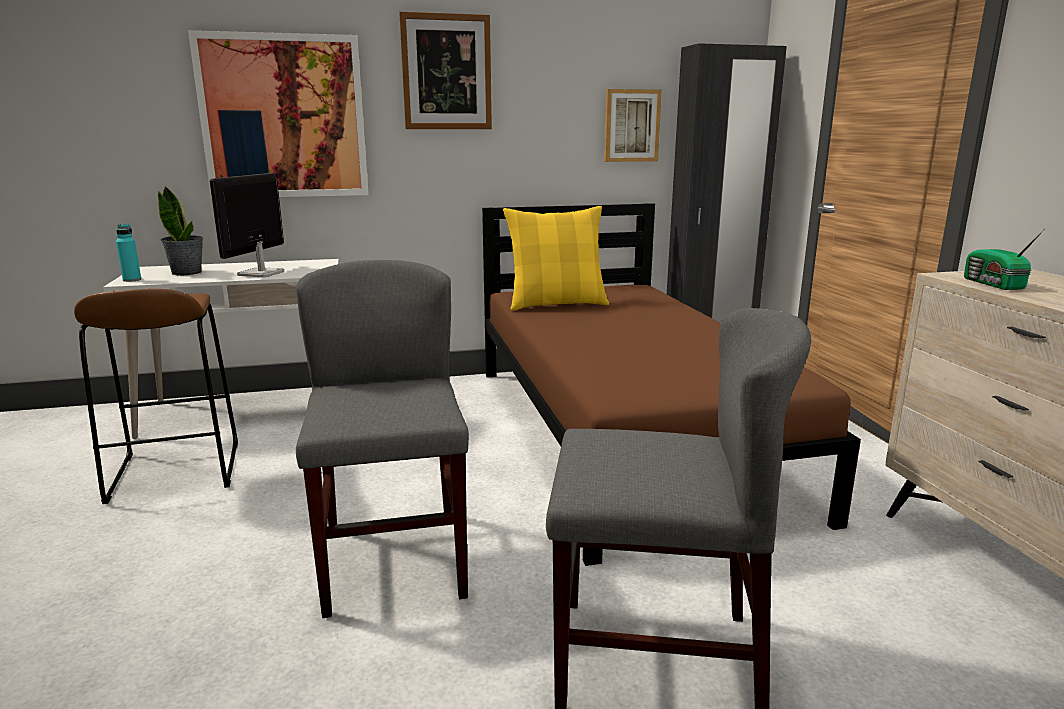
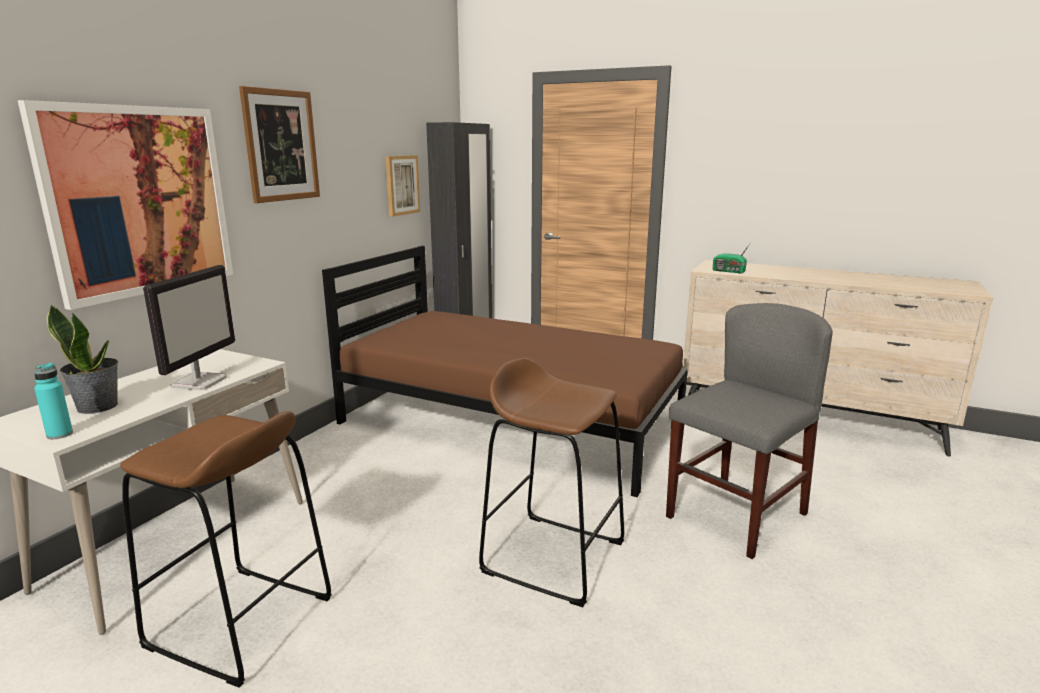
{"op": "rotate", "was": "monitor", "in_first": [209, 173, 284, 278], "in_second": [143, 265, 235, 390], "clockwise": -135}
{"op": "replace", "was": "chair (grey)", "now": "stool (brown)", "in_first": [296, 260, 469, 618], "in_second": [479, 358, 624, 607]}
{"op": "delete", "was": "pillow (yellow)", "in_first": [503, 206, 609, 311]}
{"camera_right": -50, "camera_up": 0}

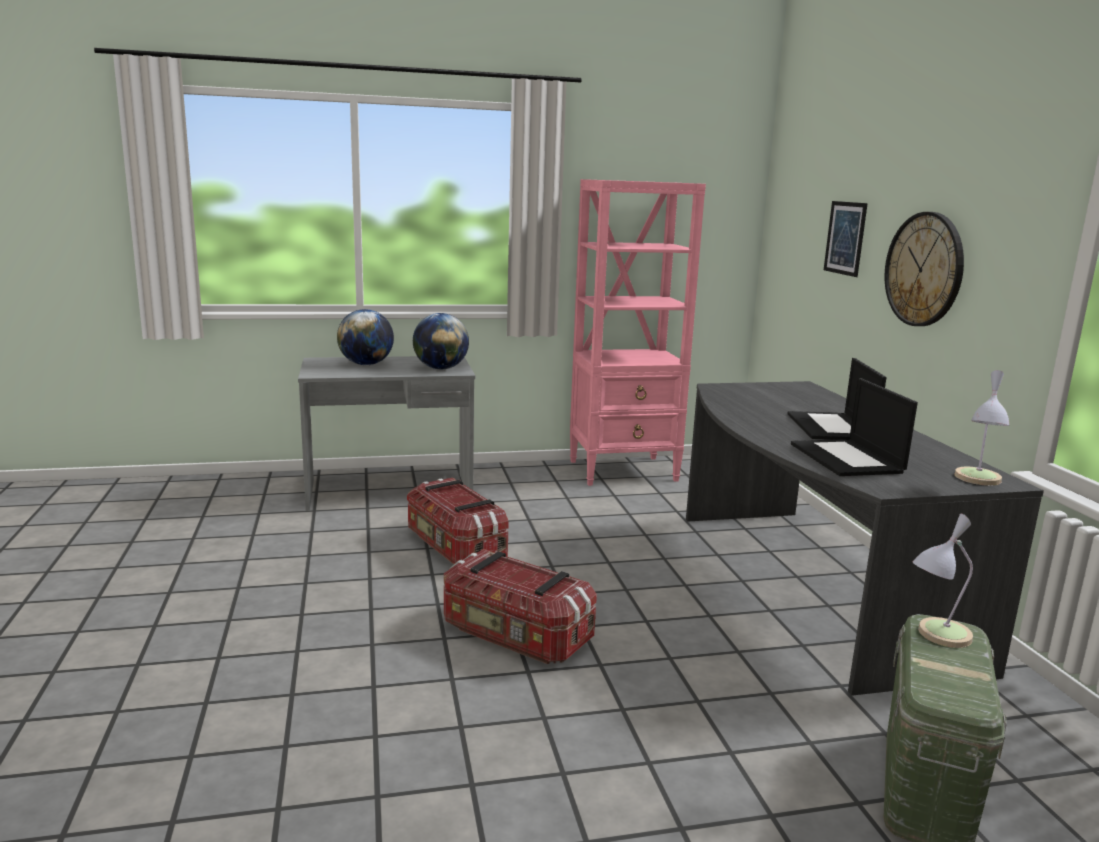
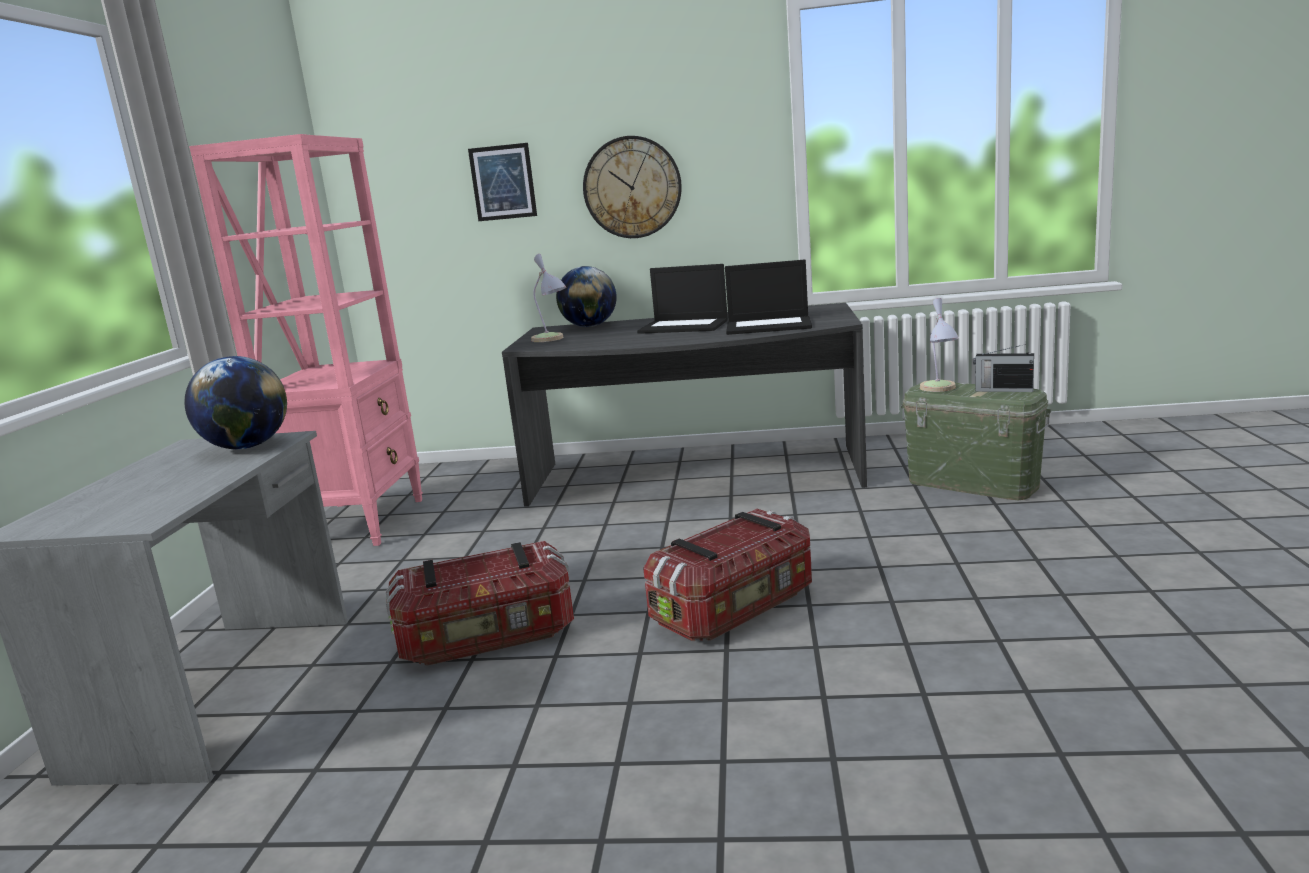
{"op": "move", "was": "globe", "in_first": [337, 309, 394, 365], "in_second": [556, 266, 617, 327]}
{"op": "move", "was": "table lamp", "in_first": [954, 370, 1009, 486], "in_second": [531, 254, 566, 342]}
{"op": "insert", "now": "radio", "in_second": [973, 344, 1034, 392]}
{"camera_right": -70, "camera_up": 0}

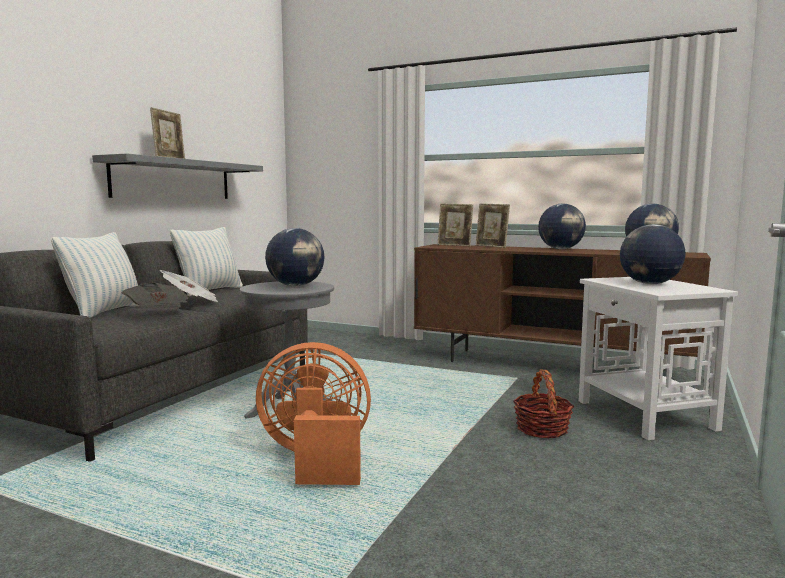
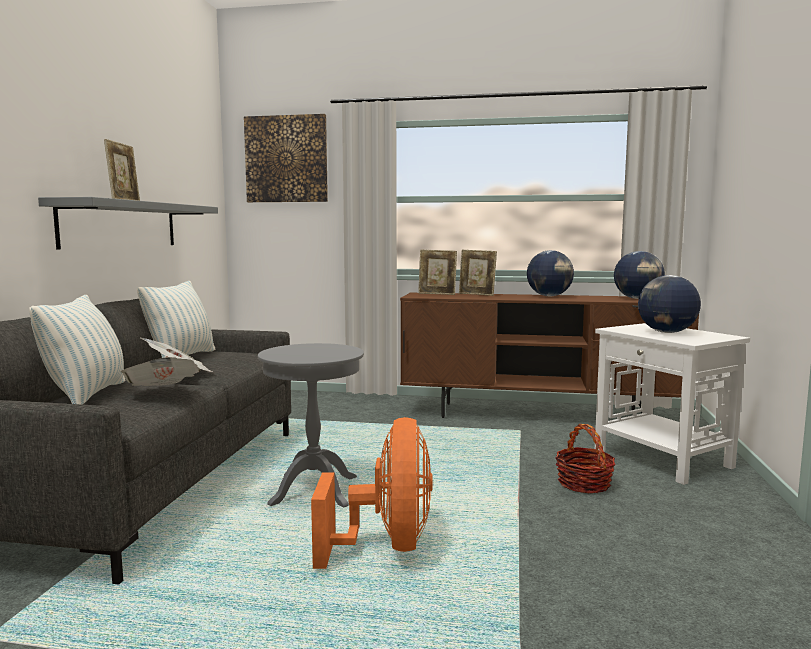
{"op": "rotate", "was": "fan (orange)", "in_first": [256, 342, 371, 485], "in_second": [311, 417, 432, 569], "clockwise": 105}
{"op": "delete", "was": "globe", "in_first": [265, 228, 324, 286]}
{"op": "insert", "now": "picture", "in_second": [244, 114, 328, 202]}
{"camera_right": -15, "camera_up": 0}

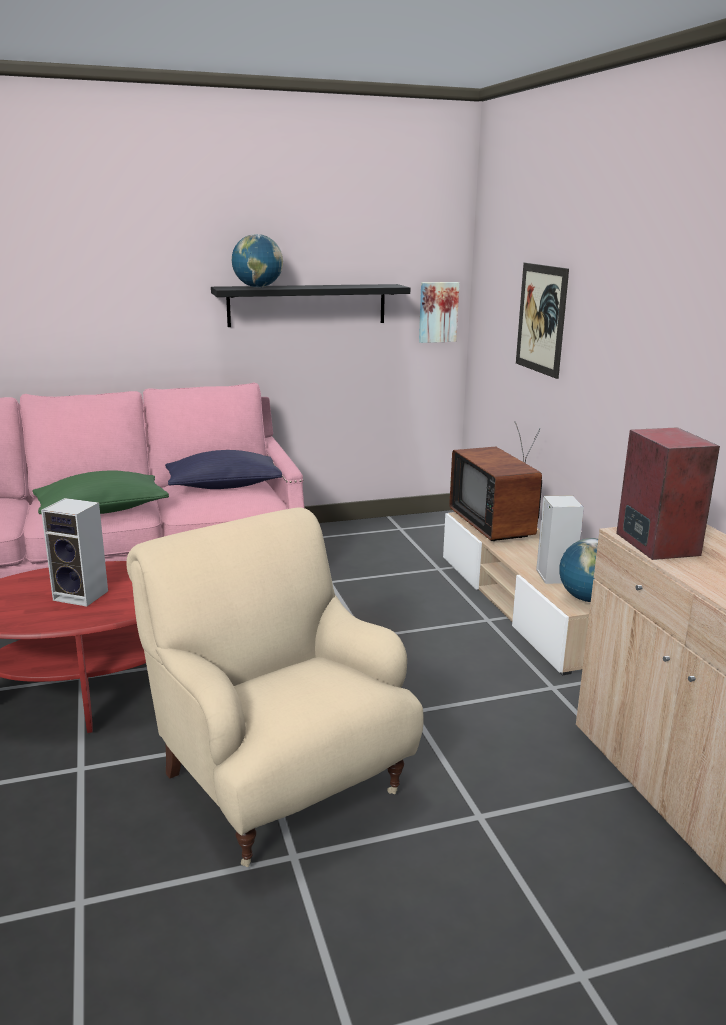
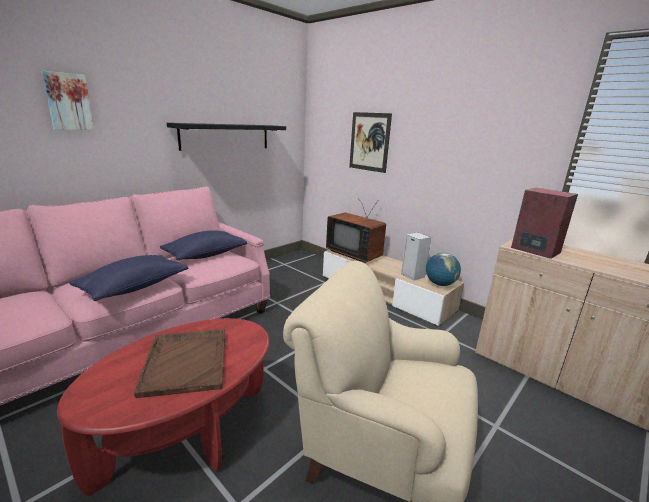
{"op": "recolor", "was": "pillow (green)", "now": "pillow (blue)", "in_first": [32, 470, 169, 514], "in_second": [69, 255, 189, 301]}
{"op": "replace", "was": "speaker", "now": "tray (brown)", "in_first": [41, 498, 108, 607], "in_second": [134, 329, 225, 398]}
{"op": "delete", "was": "globe", "in_first": [232, 234, 283, 288]}
{"op": "move", "was": "picture", "in_first": [419, 282, 459, 343], "in_second": [42, 71, 94, 130]}
{"camera_right": -30, "camera_up": 0}

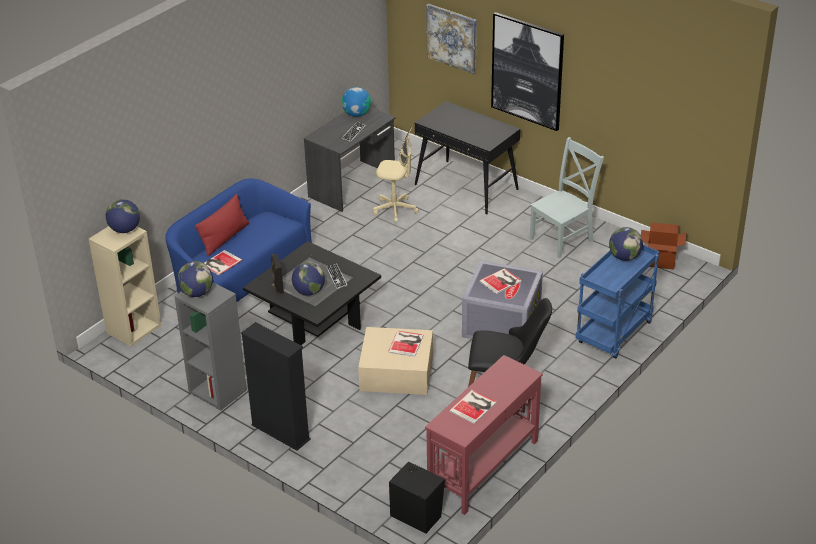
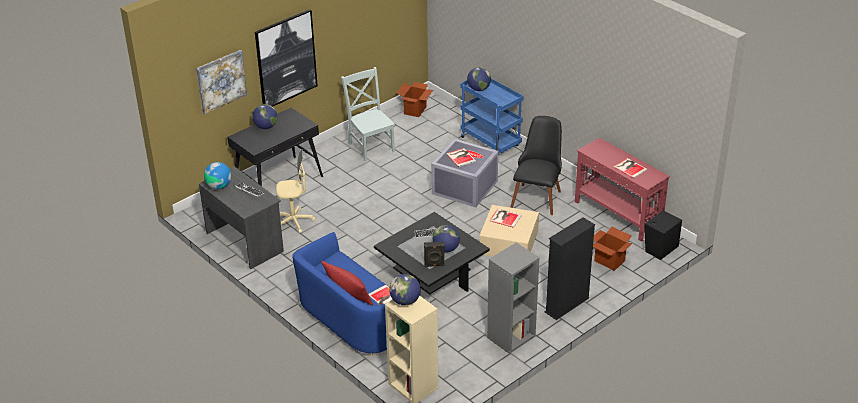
{"op": "move", "was": "globe", "in_first": [177, 261, 213, 297], "in_second": [252, 104, 277, 129]}
{"op": "rotate", "was": "office chair (beige)", "in_first": [373, 127, 419, 223], "in_second": [276, 149, 315, 234], "clockwise": 60}
{"op": "insert", "now": "cardboard box", "in_second": [593, 227, 633, 271]}
{"camera_right": -80, "camera_up": 0}

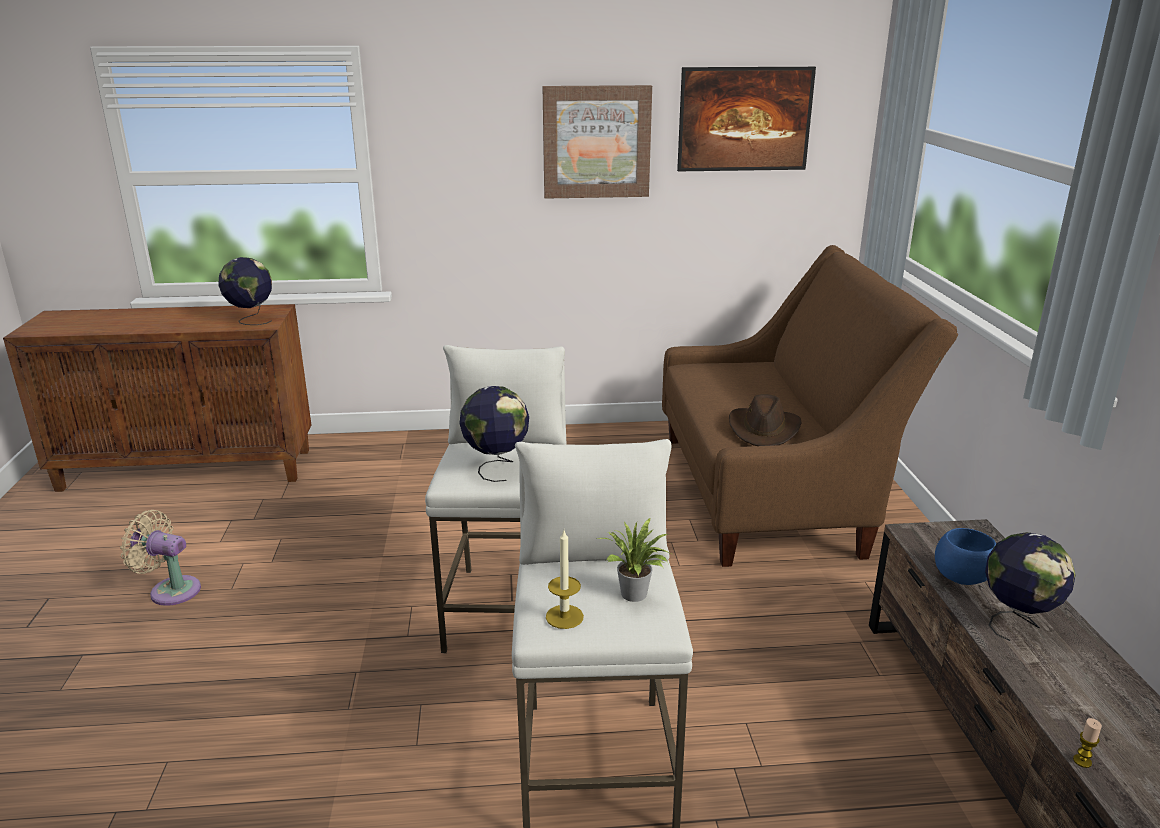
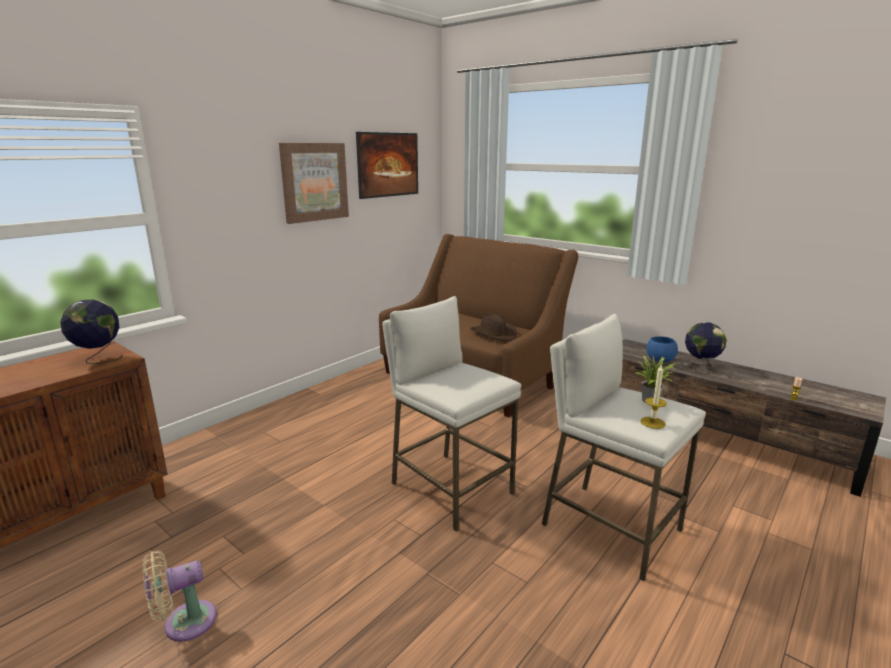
{"op": "delete", "was": "globe", "in_first": [459, 386, 529, 482]}
{"camera_right": -45, "camera_up": -5}

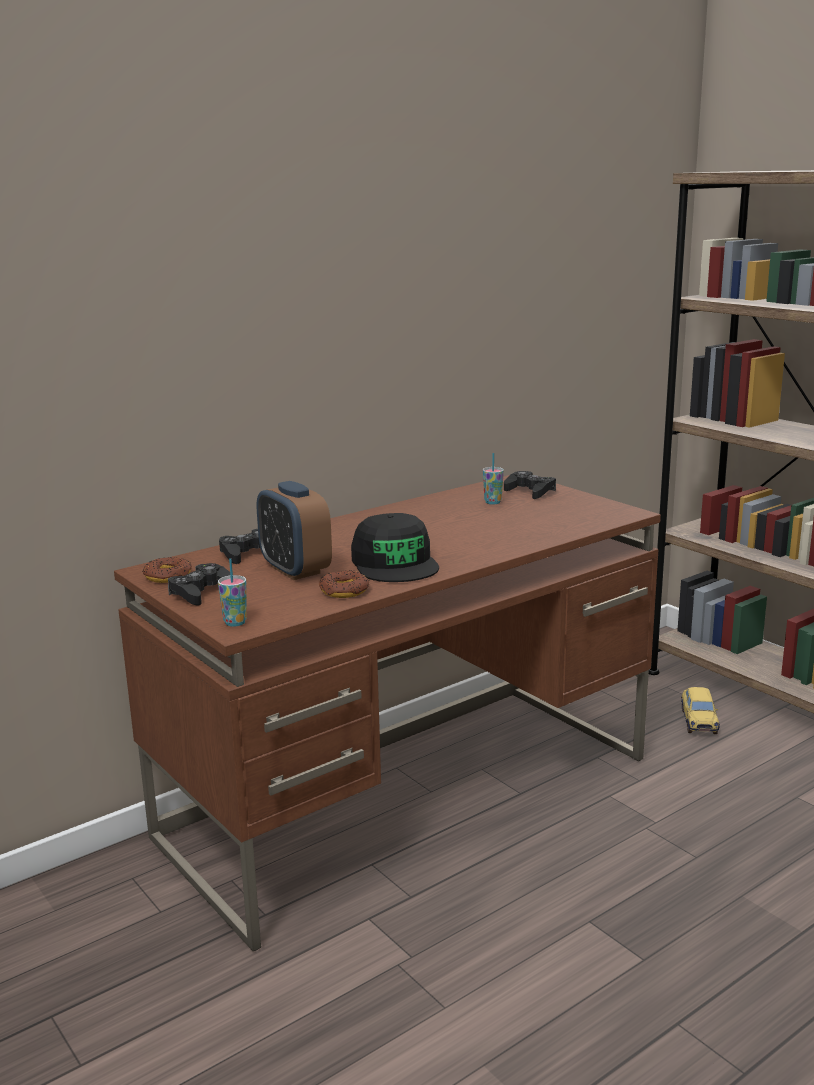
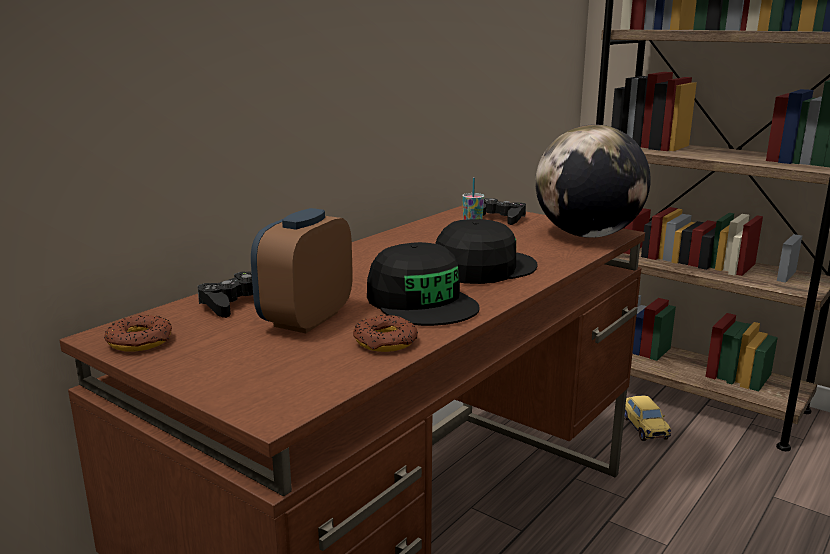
{"op": "delete", "was": "game controller (black)", "in_first": [168, 563, 230, 606]}
{"op": "delete", "was": "cup", "in_first": [218, 558, 247, 627]}
{"op": "rotate", "was": "alarm clock", "in_first": [256, 481, 332, 580], "in_second": [251, 208, 353, 333], "clockwise": 75}
{"op": "insert", "now": "cap (black)", "in_second": [435, 219, 538, 284]}
{"op": "insert", "now": "globe", "in_second": [535, 125, 651, 238]}
{"camera_right": -15, "camera_up": 0}

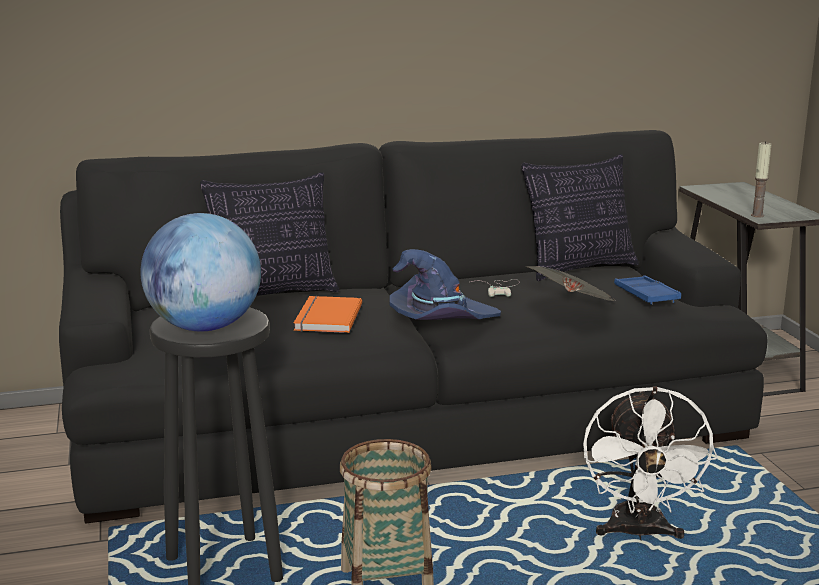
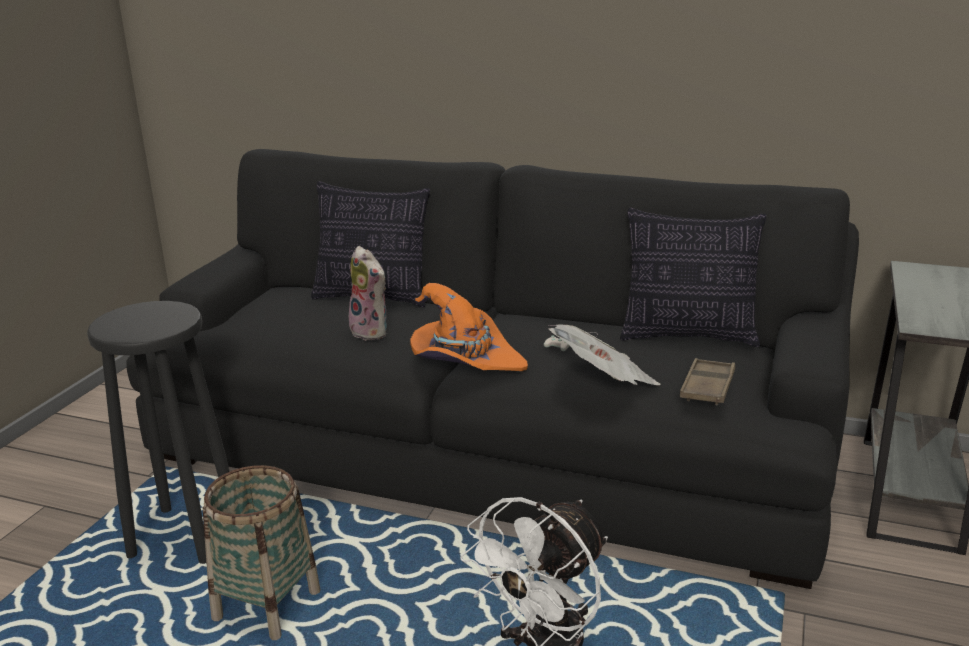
{"op": "delete", "was": "globe", "in_first": [140, 213, 261, 332]}
{"op": "replace", "was": "book (orange)", "now": "plush toy", "in_first": [294, 296, 362, 333], "in_second": [349, 246, 387, 341]}
{"op": "recolor", "was": "hat (blue)", "now": "hat (orange)", "in_first": [389, 249, 501, 320], "in_second": [410, 283, 528, 371]}
{"op": "recolor", "was": "tray (blue)", "now": "tray (brown)", "in_first": [614, 275, 681, 305], "in_second": [680, 358, 735, 405]}
{"op": "delete", "was": "candle", "in_first": [751, 141, 771, 218]}
{"camera_right": 35, "camera_up": 5}

